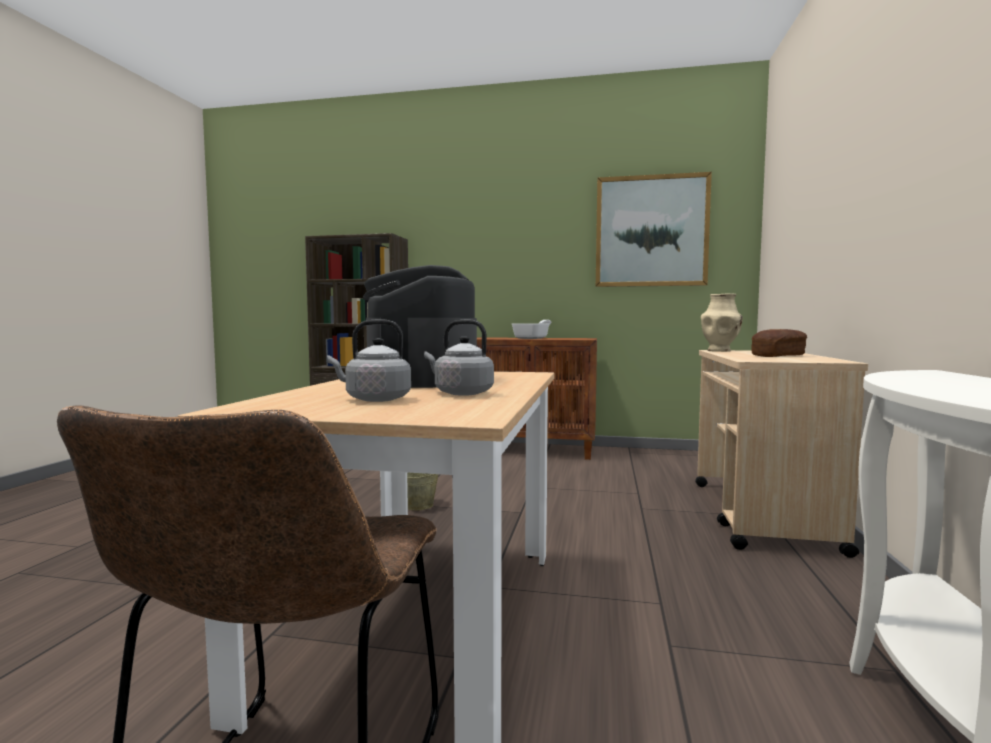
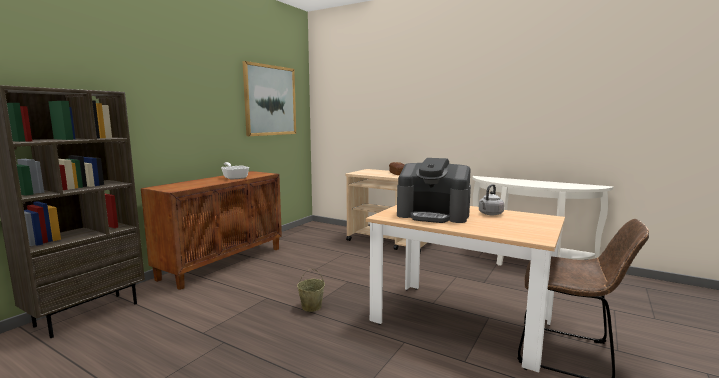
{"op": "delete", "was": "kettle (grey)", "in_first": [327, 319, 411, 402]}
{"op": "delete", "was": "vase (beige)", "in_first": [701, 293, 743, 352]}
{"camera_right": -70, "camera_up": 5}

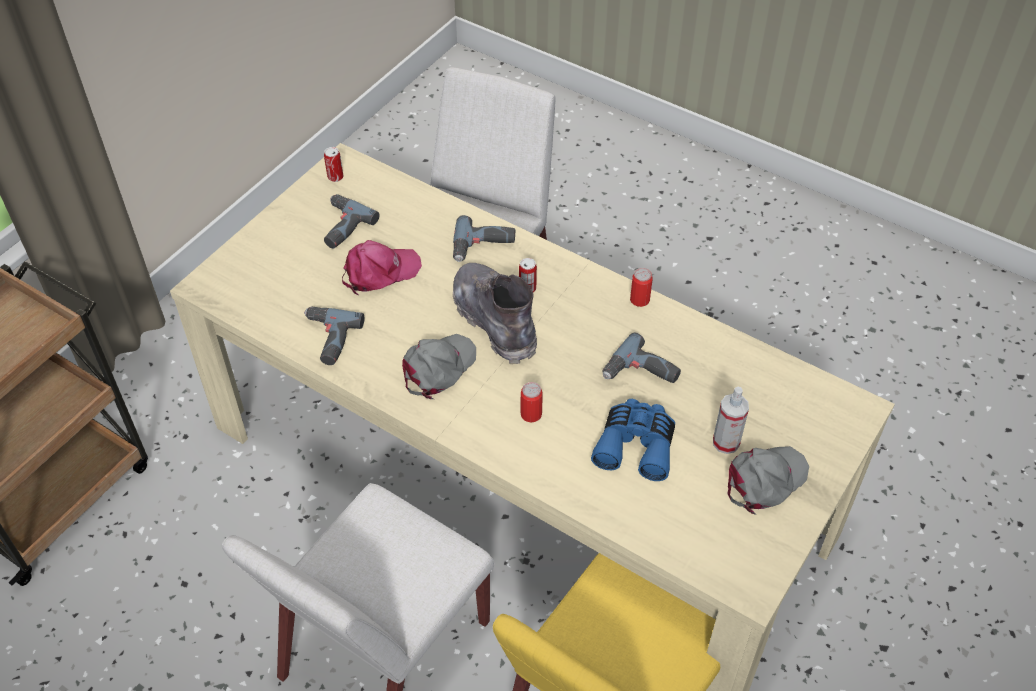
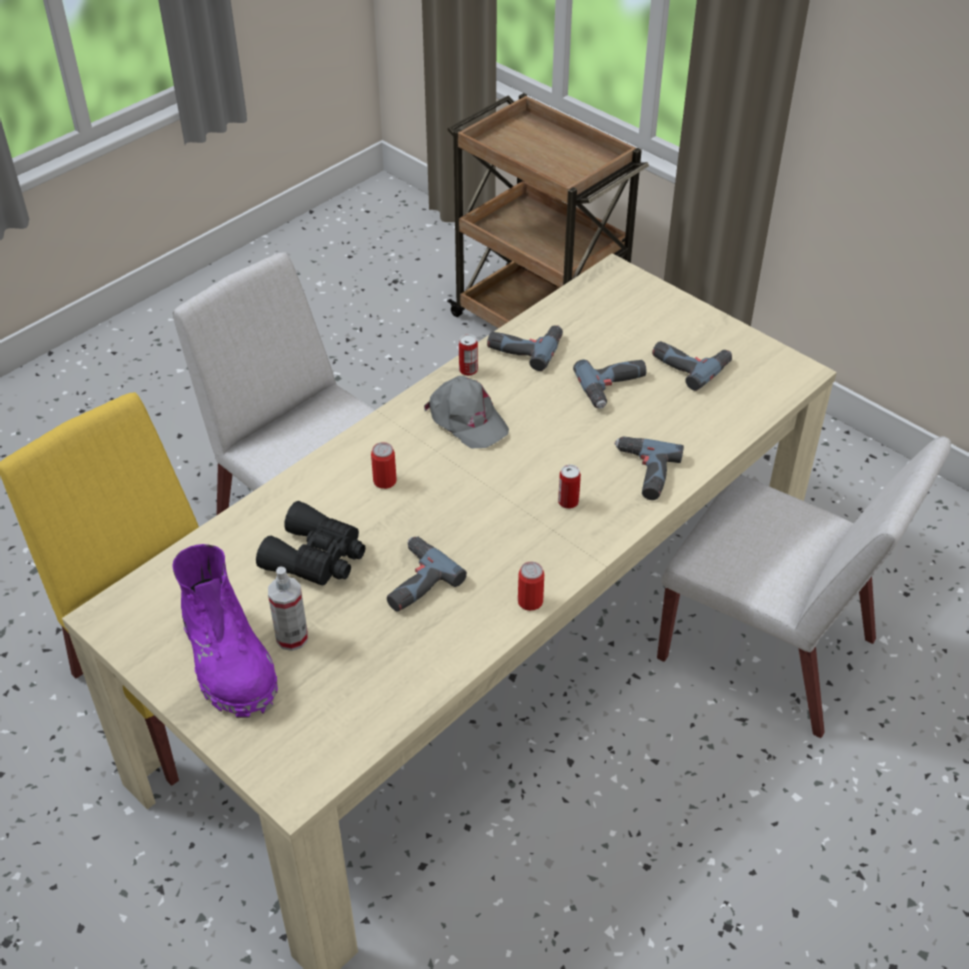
{"op": "move", "was": "can", "in_first": [324, 147, 343, 182], "in_second": [459, 334, 478, 376]}
{"op": "replace", "was": "cap (pink)", "now": "power drill", "in_first": [342, 240, 422, 295], "in_second": [573, 359, 646, 409]}
{"op": "delete", "was": "boot (grey)", "in_first": [453, 263, 537, 364]}
{"op": "recolor", "was": "binoculars (blue)", "now": "binoculars (black)", "in_first": [591, 399, 675, 481], "in_second": [256, 501, 366, 586]}
{"op": "replace", "was": "cap (grey)", "now": "boot (purple)", "in_first": [727, 446, 809, 515], "in_second": [172, 544, 278, 718]}
{"camera_right": 100, "camera_up": -5}

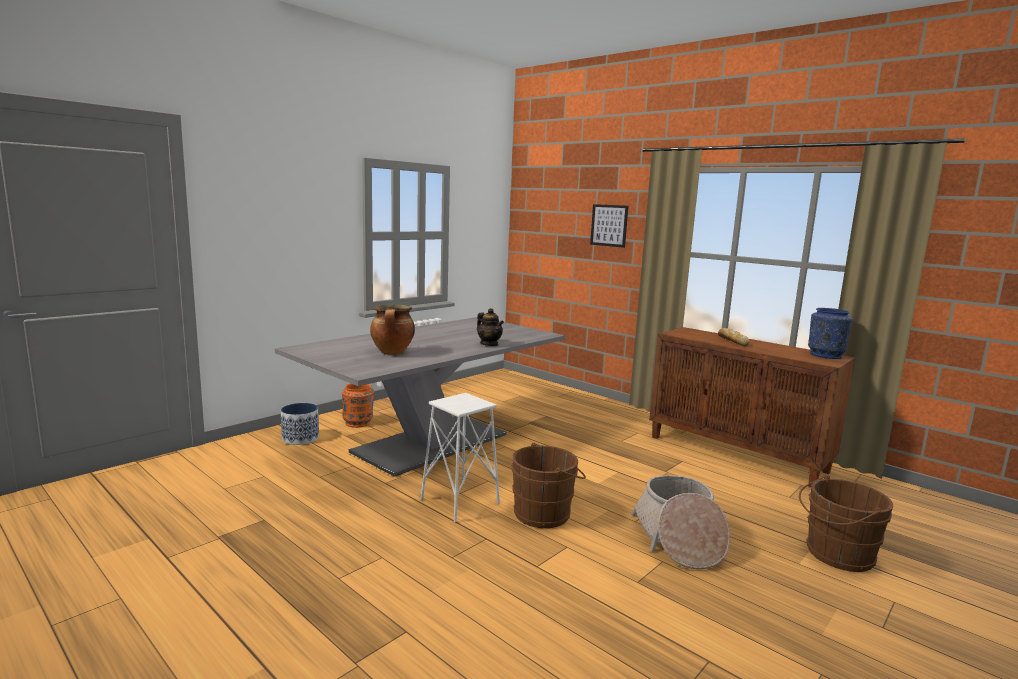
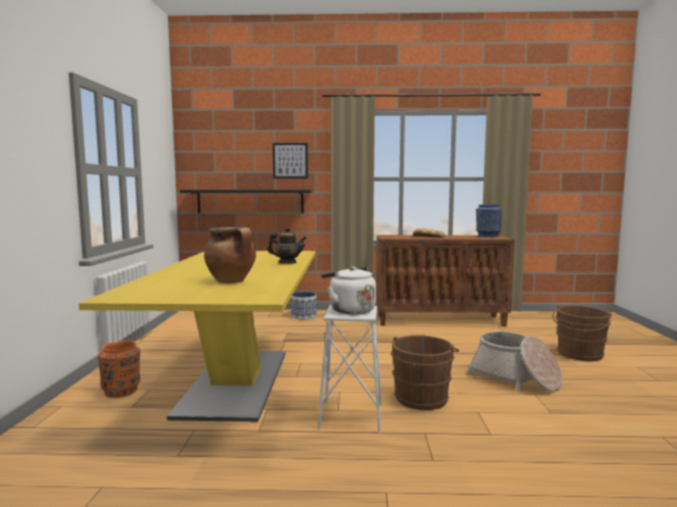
{"op": "recolor", "was": "dining table (grey)", "now": "dining table (yellow)", "in_first": [275, 317, 565, 477], "in_second": [79, 251, 315, 422]}
{"op": "move", "was": "planter", "in_first": [281, 403, 319, 445], "in_second": [291, 292, 317, 320]}
{"op": "insert", "now": "shelf (black)", "in_second": [180, 190, 312, 213]}
{"op": "insert", "now": "kettle (white)", "in_second": [321, 267, 376, 315]}
{"camera_right": -40, "camera_up": -5}

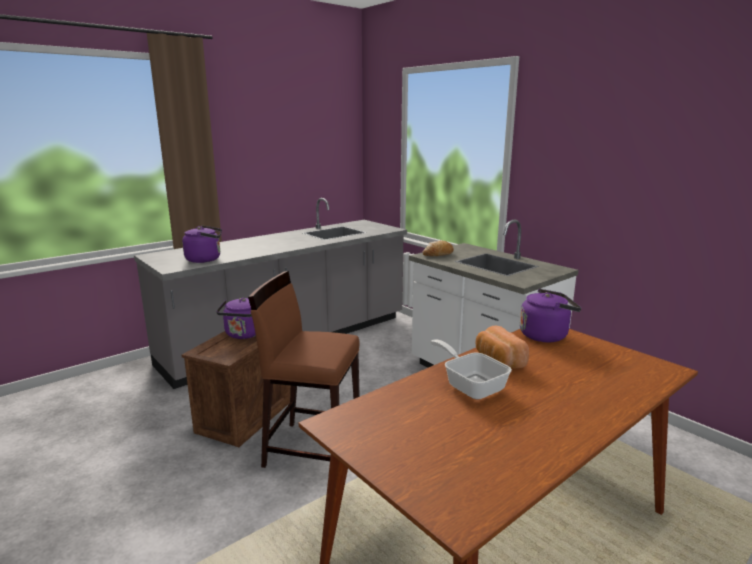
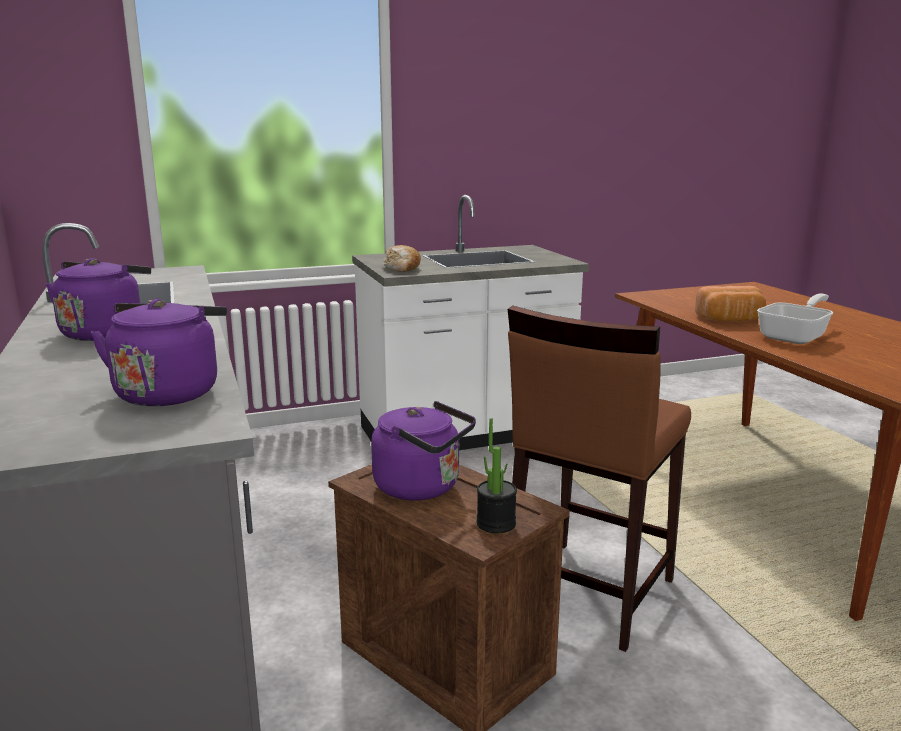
{"op": "rotate", "was": "frying pan", "in_first": [430, 339, 512, 399], "in_second": [757, 293, 834, 344], "clockwise": 150}
{"op": "move", "was": "kettle (purple)", "in_first": [520, 289, 582, 342], "in_second": [46, 258, 151, 341]}
{"op": "insert", "now": "potted plant", "in_second": [476, 418, 517, 533]}
{"camera_right": -70, "camera_up": 0}

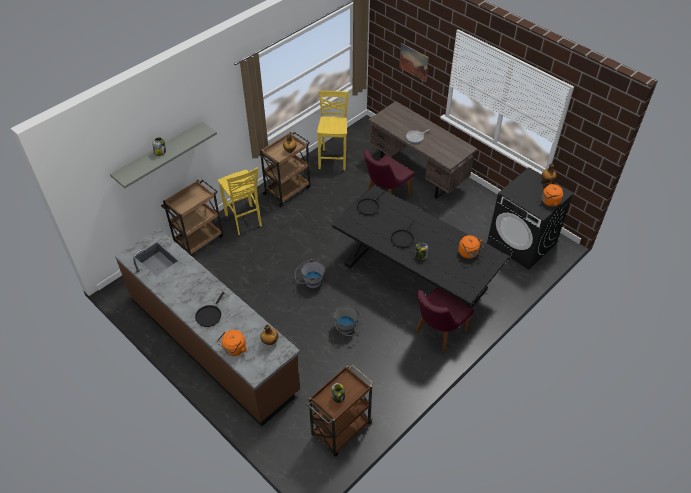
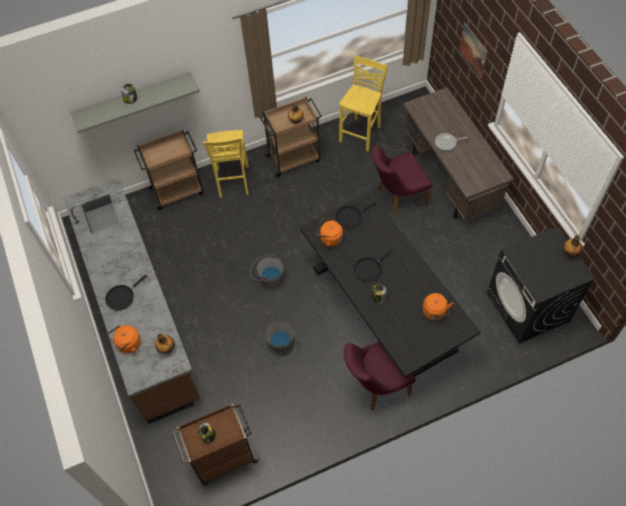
{"op": "move", "was": "kettle (orange)", "in_first": [541, 183, 563, 207], "in_second": [316, 218, 343, 247]}
{"camera_right": 25, "camera_up": 10}

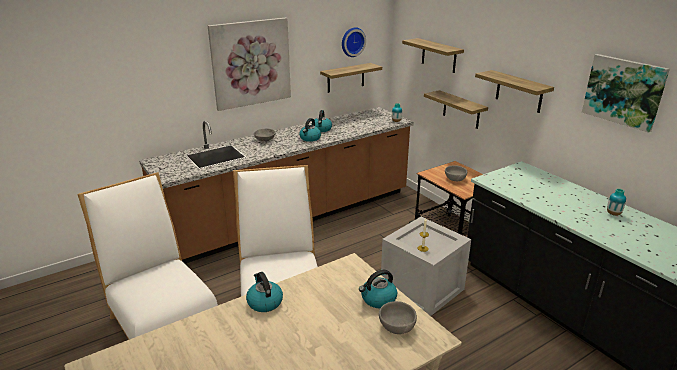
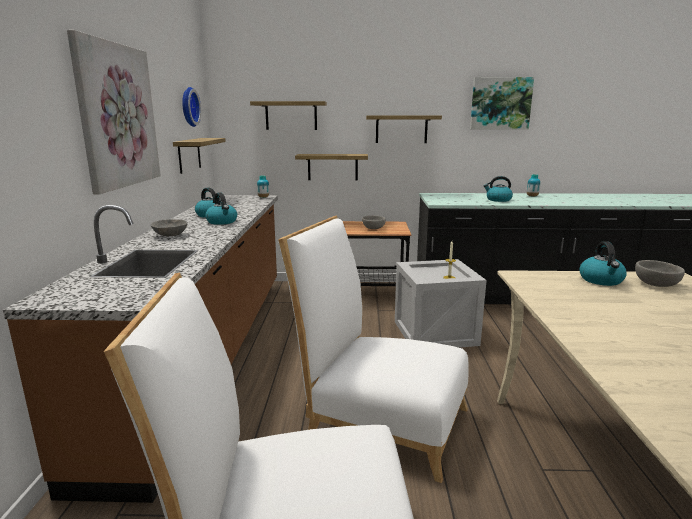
{"op": "move", "was": "kettle", "in_first": [246, 272, 283, 312], "in_second": [484, 176, 513, 202]}
{"camera_right": -55, "camera_up": -10}

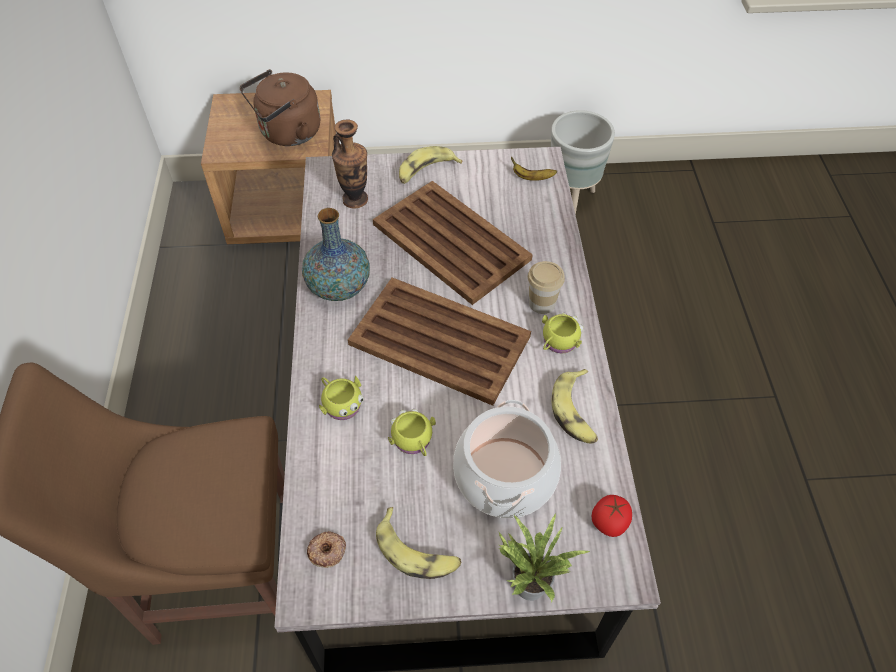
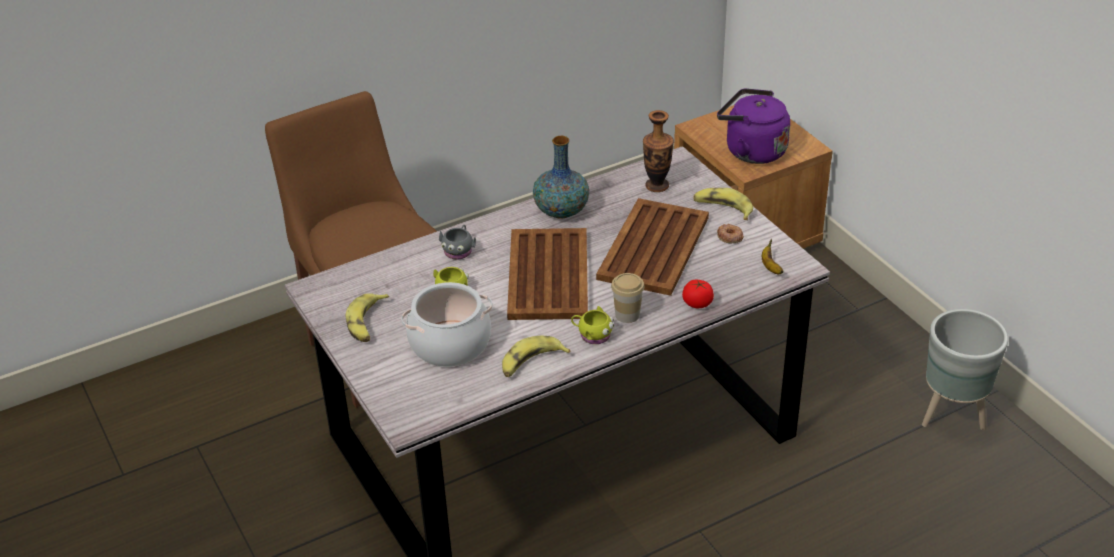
{"op": "recolor", "was": "kettle (brown)", "now": "kettle (purple)", "in_first": [240, 69, 320, 146], "in_second": [717, 88, 790, 164]}
{"op": "move", "was": "donut", "in_first": [307, 531, 346, 568], "in_second": [717, 224, 744, 243]}
{"op": "recolor", "was": "mug (yellow)", "now": "mug (grey)", "in_first": [319, 376, 364, 420], "in_second": [439, 225, 476, 259]}
{"op": "delete", "was": "potted plant", "in_first": [498, 513, 591, 602]}
{"op": "move", "was": "tomato", "in_first": [591, 495, 632, 537], "in_second": [682, 280, 714, 308]}
{"camera_right": 65, "camera_up": -15}

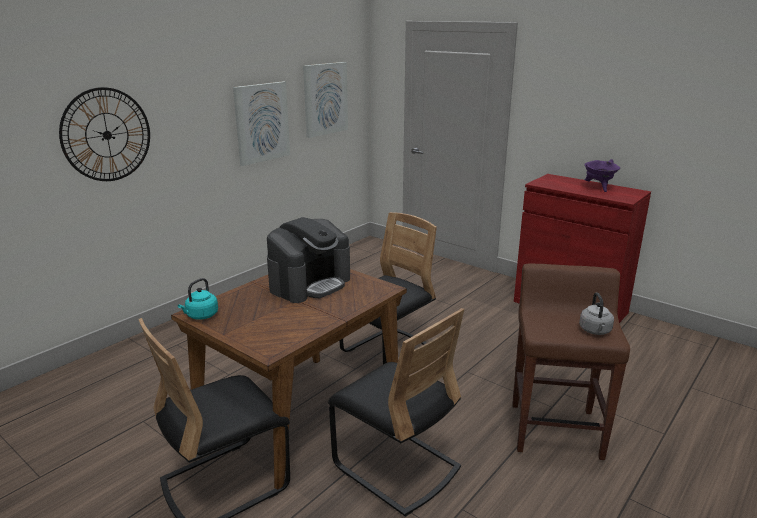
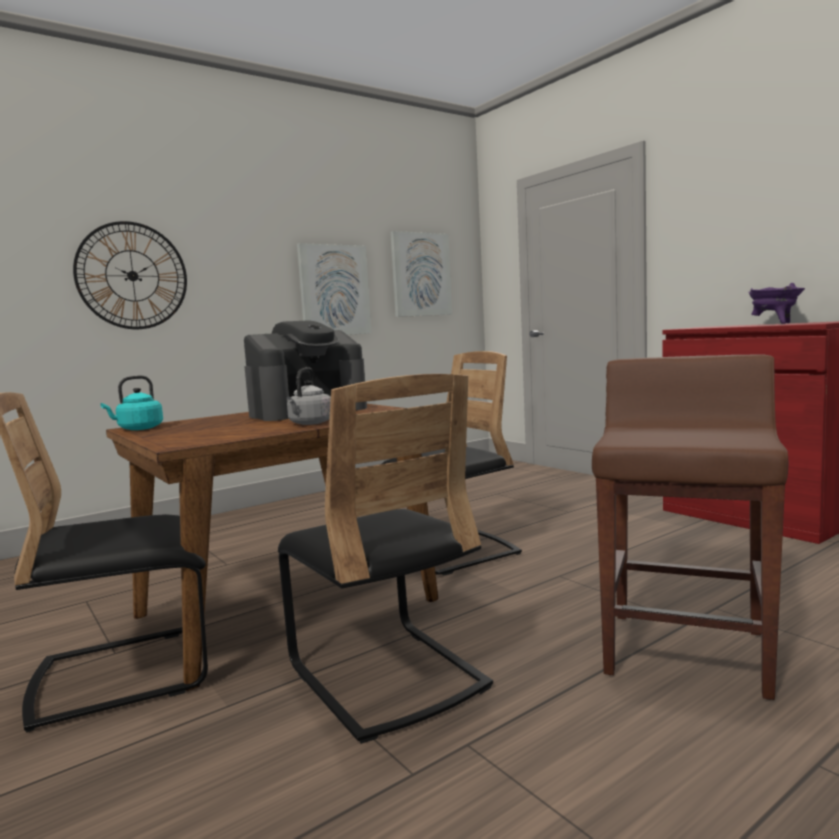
{"op": "move", "was": "kettle (grey)", "in_first": [579, 292, 614, 335], "in_second": [287, 367, 331, 425]}
{"camera_right": 15, "camera_up": -15}

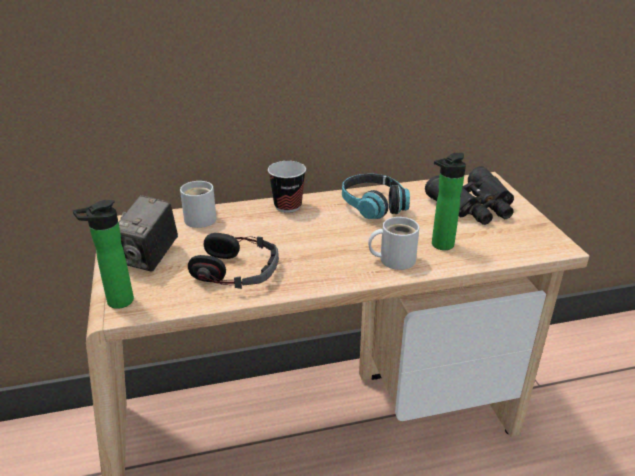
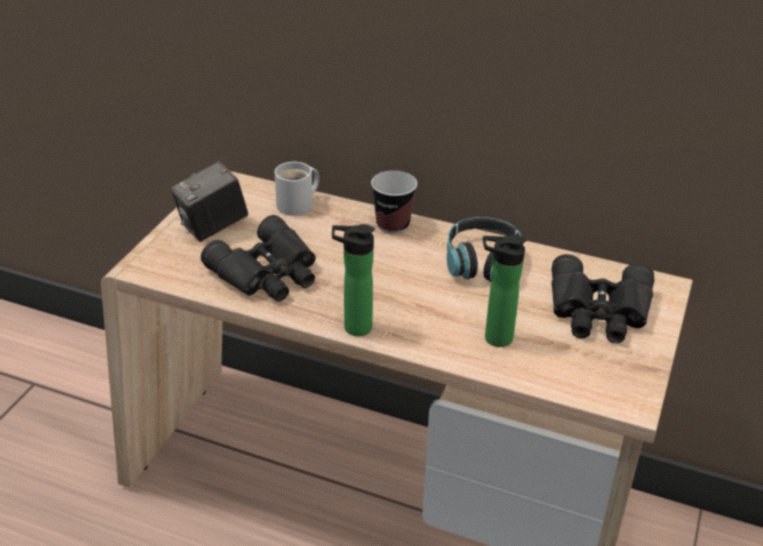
{"op": "move", "was": "bottle", "in_first": [73, 200, 134, 309], "in_second": [332, 224, 375, 336]}
{"op": "replace", "was": "headphones", "now": "binoculars (black)", "in_first": [188, 233, 279, 289], "in_second": [201, 215, 316, 301]}
{"op": "delete", "was": "mug (white)", "in_first": [368, 217, 420, 270]}
{"camera_right": 35, "camera_up": 5}

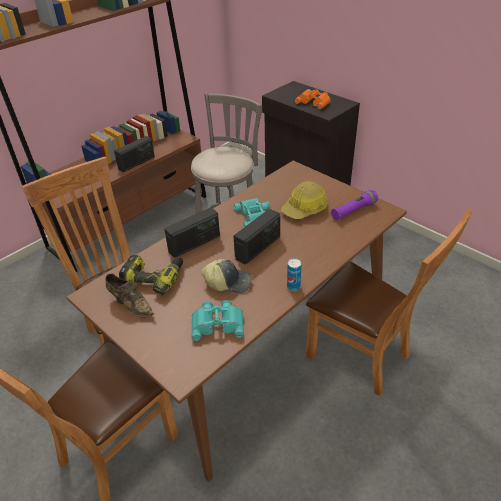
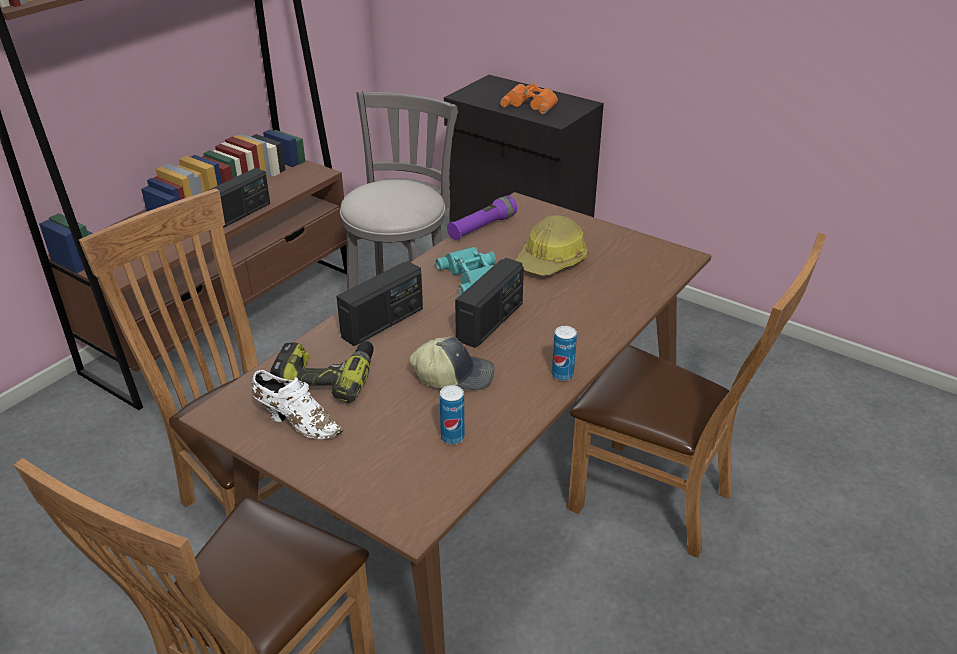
{"op": "recolor", "was": "shoe (brown)", "now": "shoe (white)", "in_first": [105, 273, 154, 317], "in_second": [252, 370, 344, 439]}
{"op": "replace", "was": "binoculars (turquoise)", "now": "can", "in_first": [191, 300, 244, 341], "in_second": [440, 385, 465, 444]}
{"op": "move", "was": "flashlight (purple)", "in_first": [331, 190, 378, 220], "in_second": [447, 196, 517, 240]}
{"camera_right": -10, "camera_up": -5}

